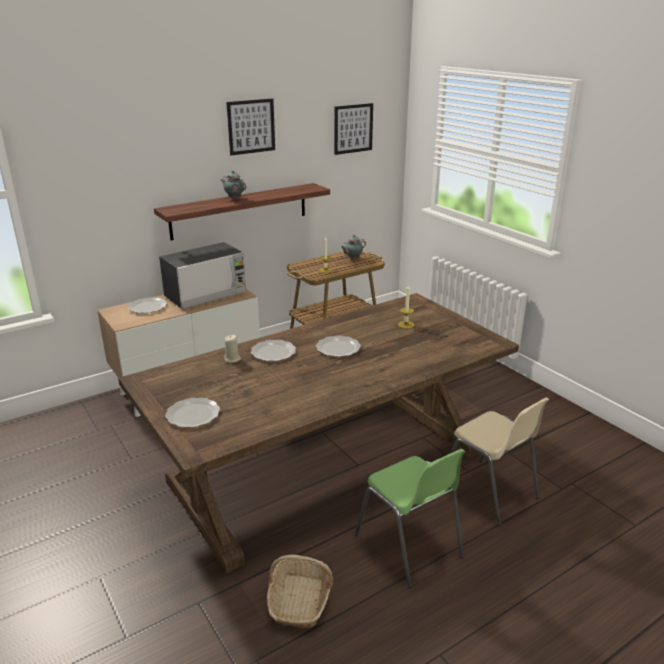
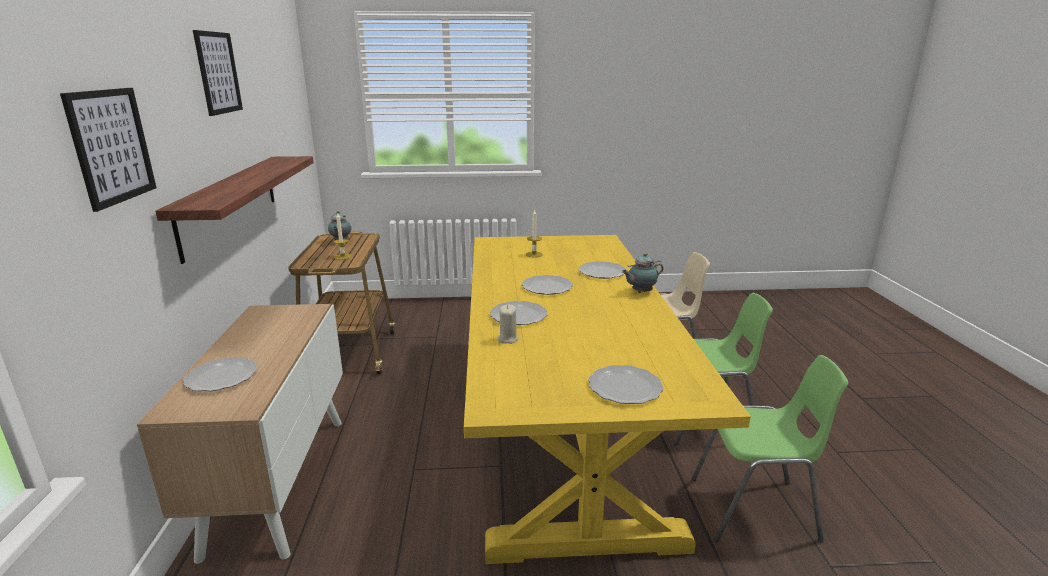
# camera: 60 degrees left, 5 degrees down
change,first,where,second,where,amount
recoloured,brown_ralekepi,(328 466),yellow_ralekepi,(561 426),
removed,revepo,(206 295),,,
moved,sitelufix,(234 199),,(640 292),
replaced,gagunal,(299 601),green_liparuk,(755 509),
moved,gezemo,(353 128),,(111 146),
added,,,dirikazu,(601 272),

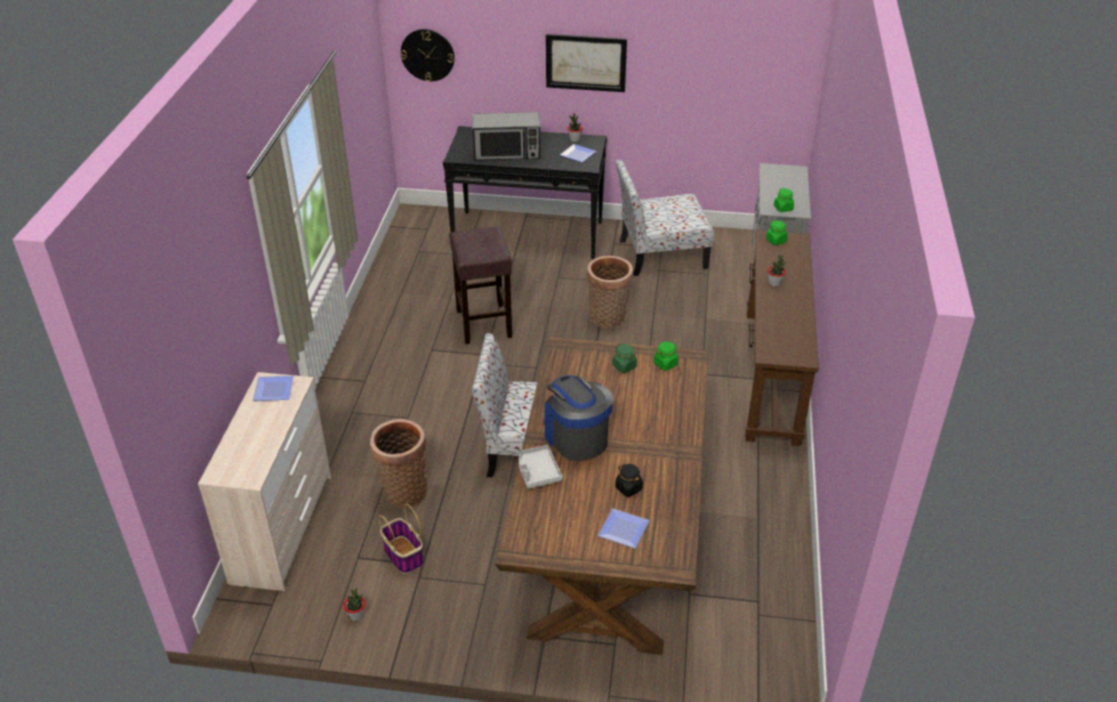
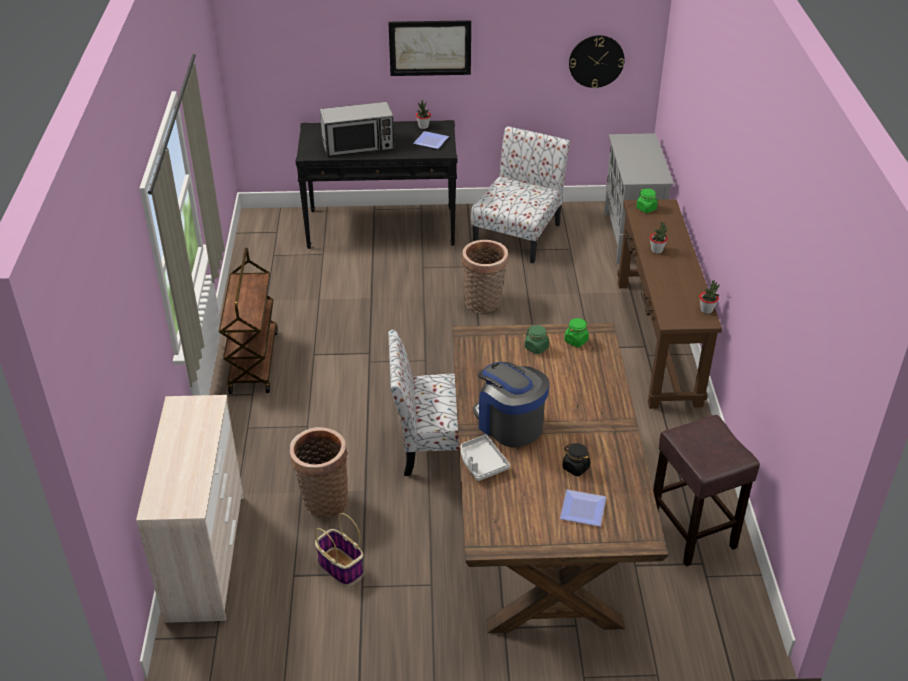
# camera: 10 degrees left, 0 degrees up
change,first,where,second,where,amount
removed,dirikazu,(275 391),,,
moved,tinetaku,(356 615),,(706 310),
moved,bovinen,(427 55),,(596 61),
moved,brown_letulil,(484 324),,(693 533),
turned,liparuk,(660 254),,(518 234),135 degrees clockwise
removed,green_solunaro,(783 208),,,
added,,,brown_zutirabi,(253 361),

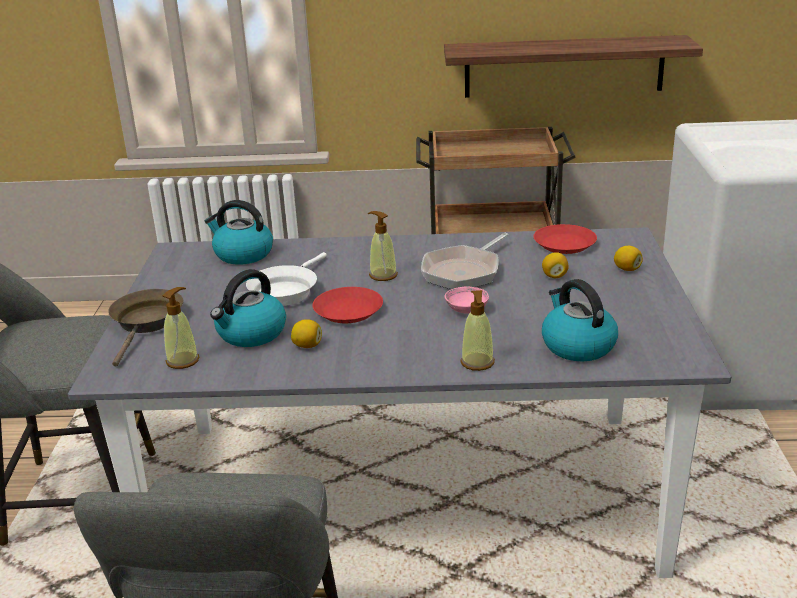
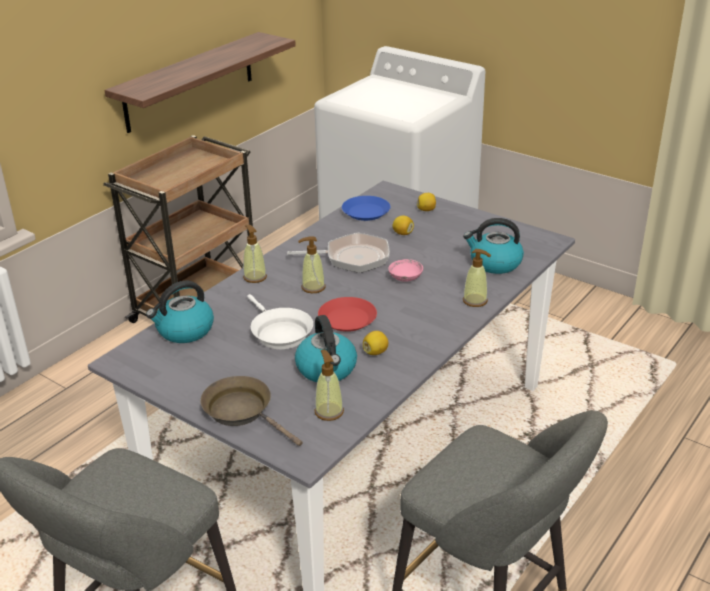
# camera: 55 degrees left, 5 degrees up
change,first,where,second,where,amount
turned,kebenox,(464 271),,(352 258),75 degrees counterclockwise
recoloured,red_dirikazu,(564 244),blue_dirikazu,(365 212),
added,,,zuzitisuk,(255 277),

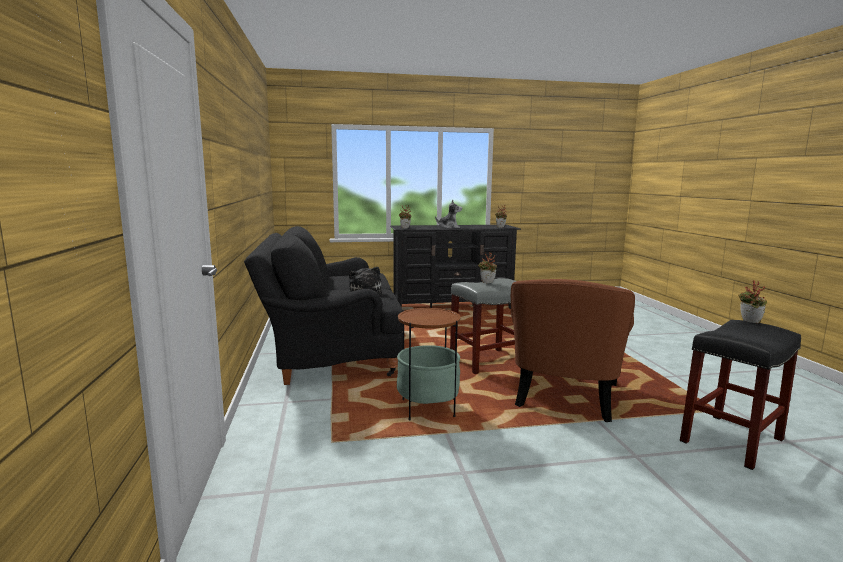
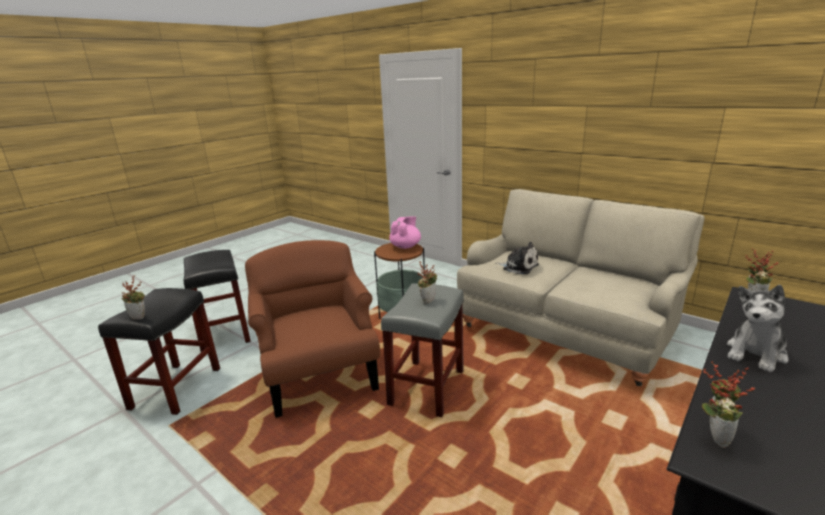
# camera: 140 degrees right, 10 degrees up
change,first,where,second,where,amount
recoloured,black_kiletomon,(330 350),beige_kiletomon,(568 328),
added,,,black_letulil,(224 333),
added,,,pink_sitelufix,(406 246),

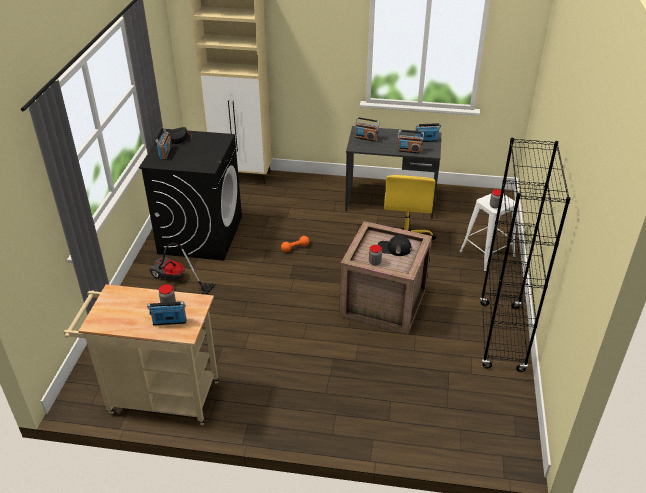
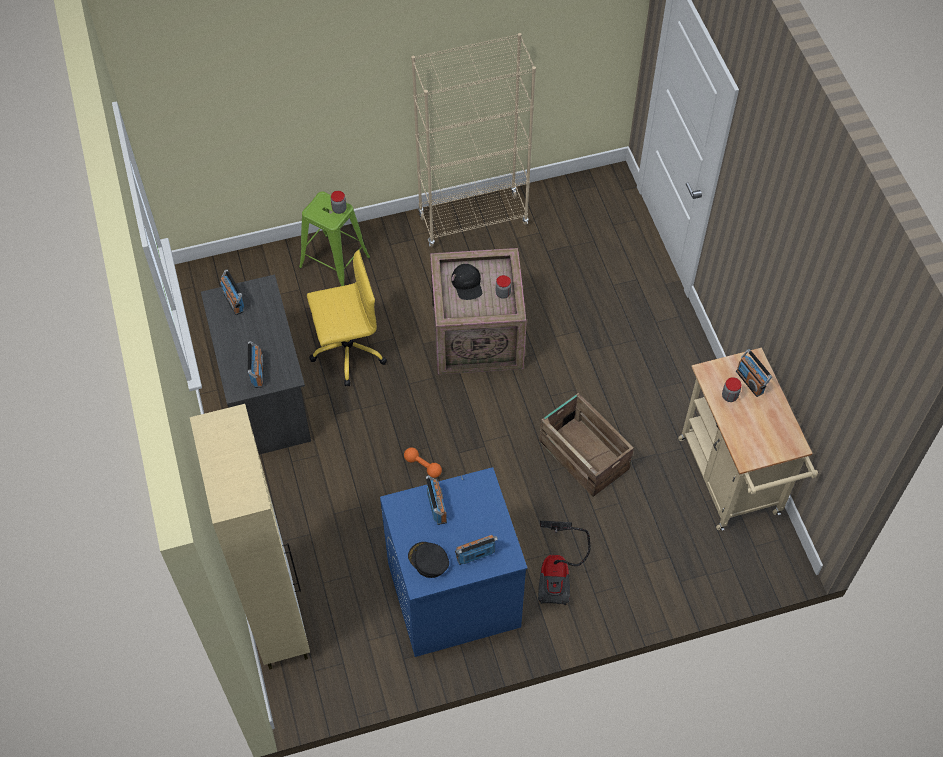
# camera: 115 degrees left, 20 degrees up
change,first,where,second,where,amount
recoloured,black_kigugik,(200 235),blue_kigugik,(453 596),
moved,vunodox,(409 150),,(437 507),
recoloured,white_letulil,(487 254),green_letulil,(334 262),
recoloured,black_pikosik,(501 337),beige_pikosik,(473 220),
added,,,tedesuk,(583 454),

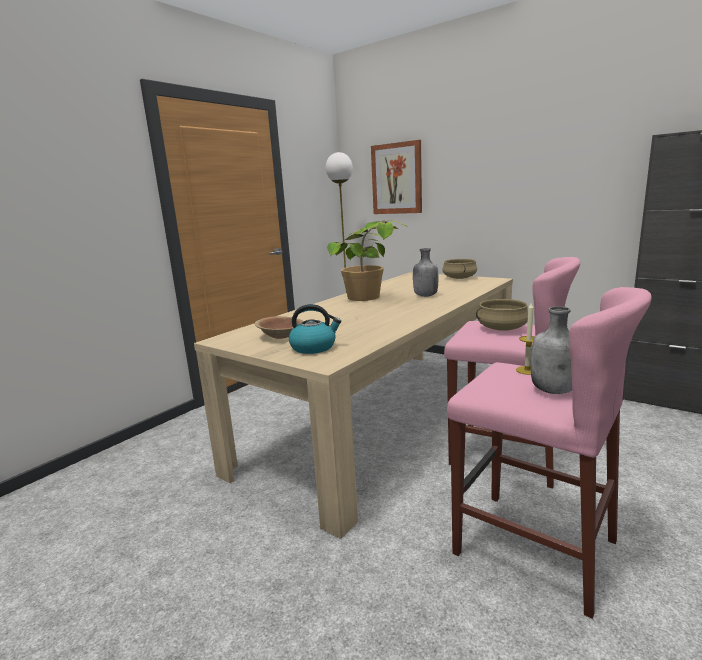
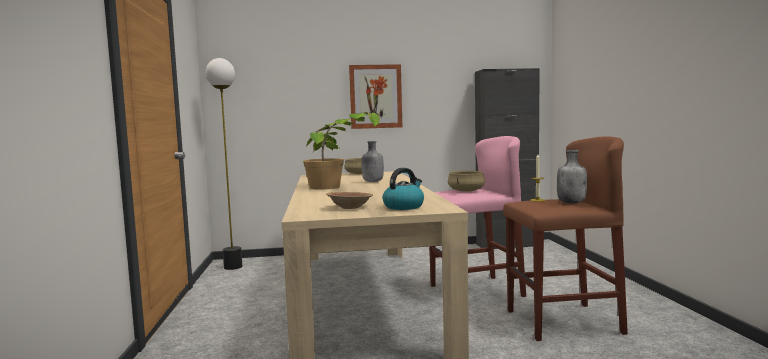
# camera: 45 degrees left, 10 degrees down
change,first,where,second,where,amount
moved,gezemo,(397 179),,(375 96),
recoloured,pink_letulil,(534 547),brown_letulil,(563 321),

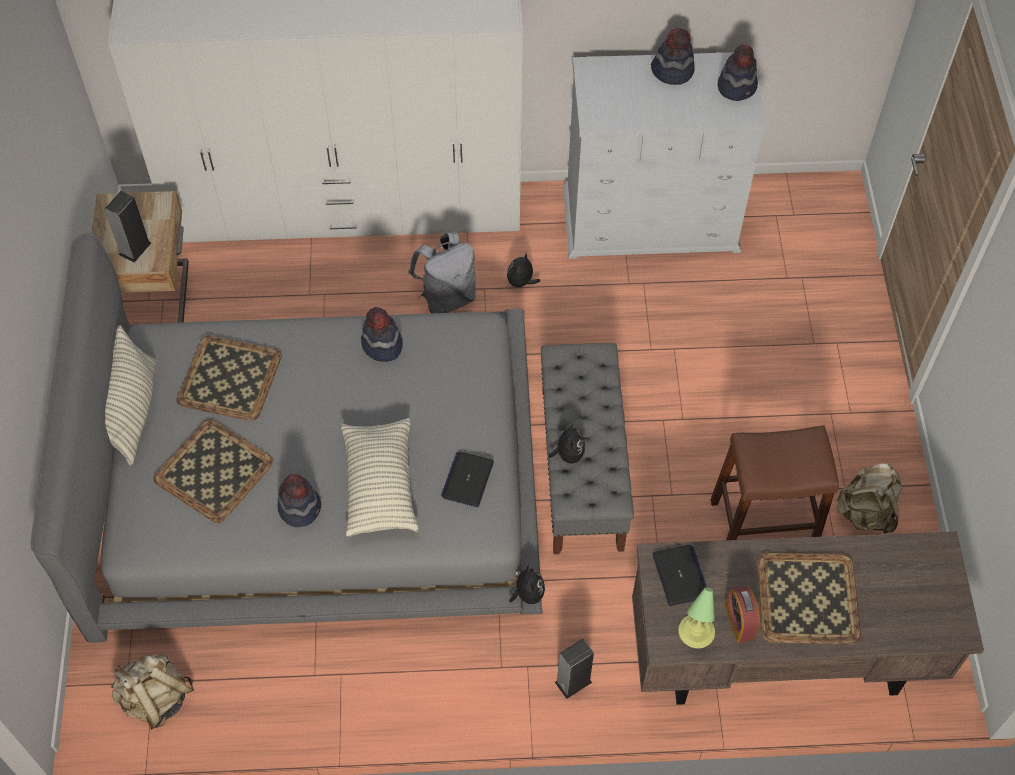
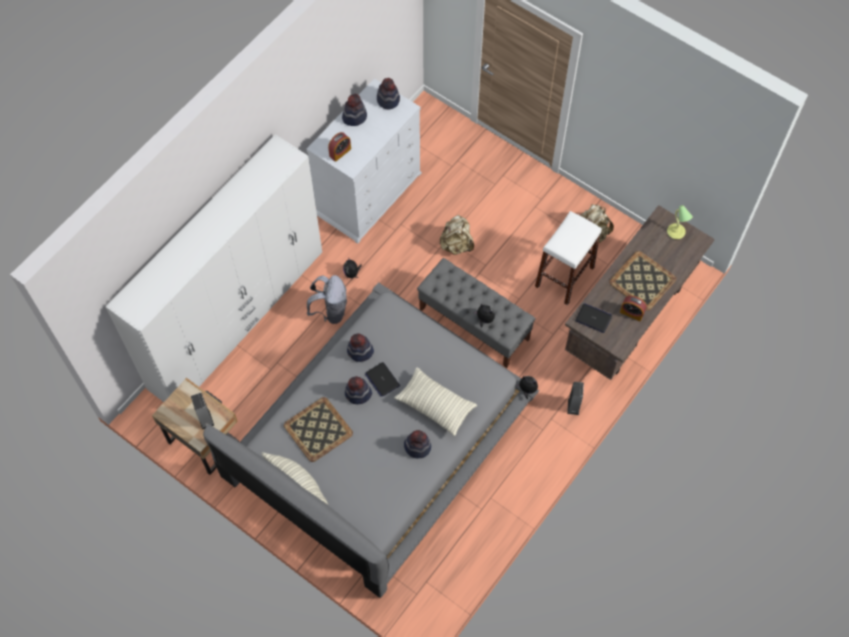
# camera: 50 degrees left, 5 degrees up
change,first,where,second,where,amount
moved,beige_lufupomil,(156 699),,(456 244),
removed,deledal,(215 470),,,
moved,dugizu,(467 479),,(382 379),
moved,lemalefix,(695 633),,(676 232),
recoloured,brown_letulil,(763 526),white_letulil,(564 276),
added,,,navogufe,(340 152),
added,,,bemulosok,(358 394),

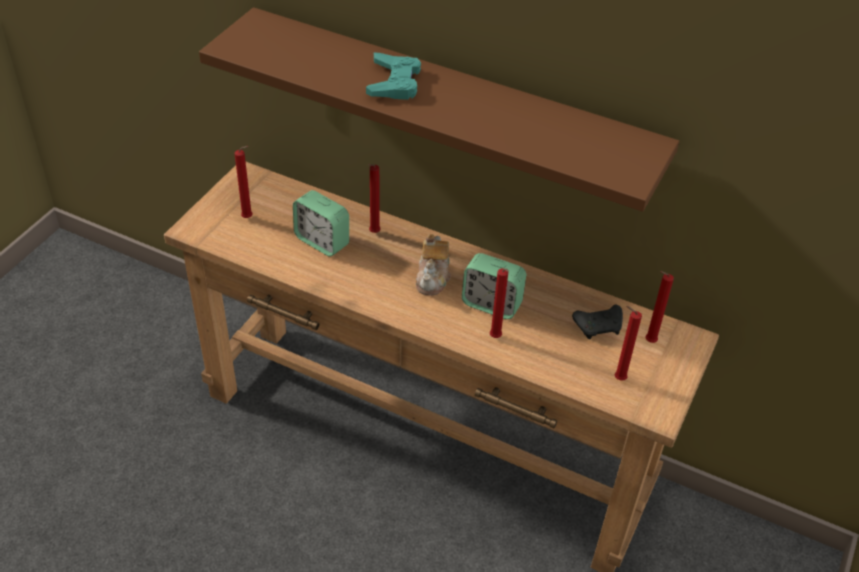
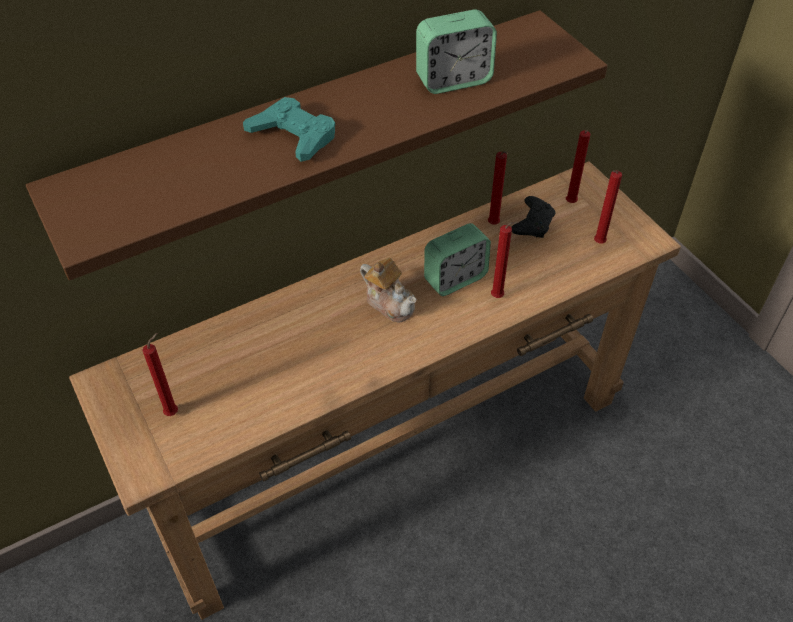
# camera: 55 degrees left, 5 degrees up
change,first,where,second,where,amount
moved,navogufe,(322 241),,(453 80),
moved,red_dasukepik,(373 233),,(494 225),

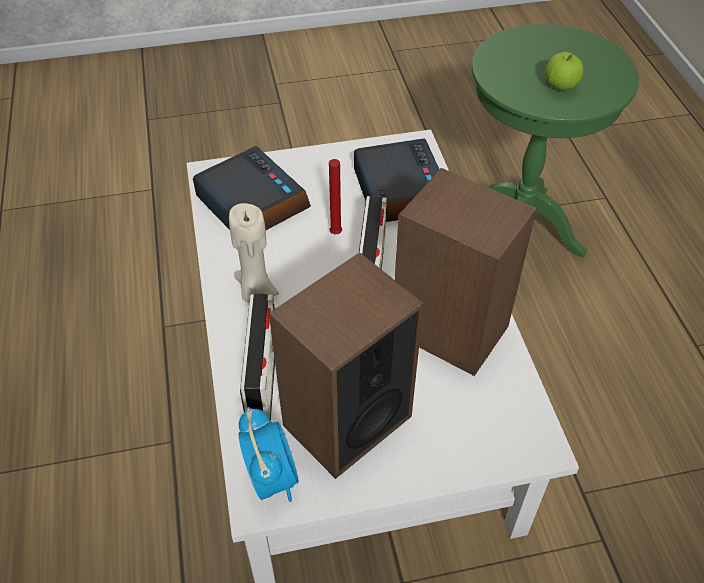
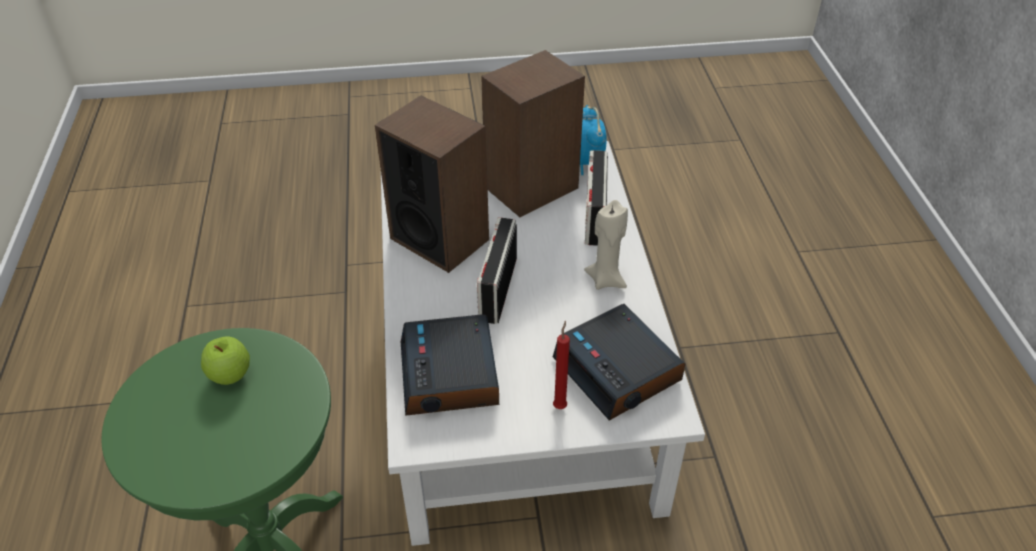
# camera: 175 degrees left, 5 degrees down
change,first,where,second,where,amount
moved,red_dasukepik,(335 235),,(560 405),

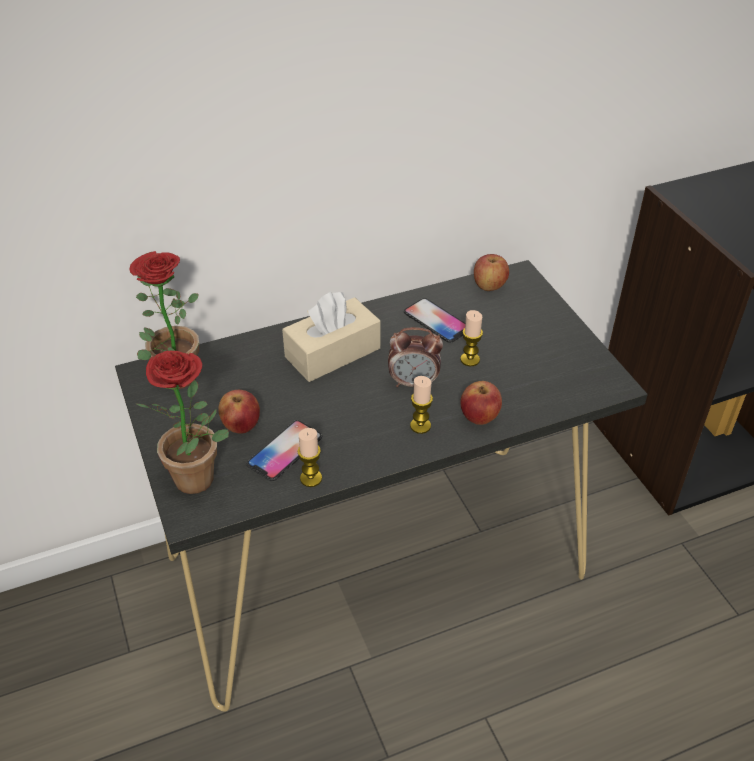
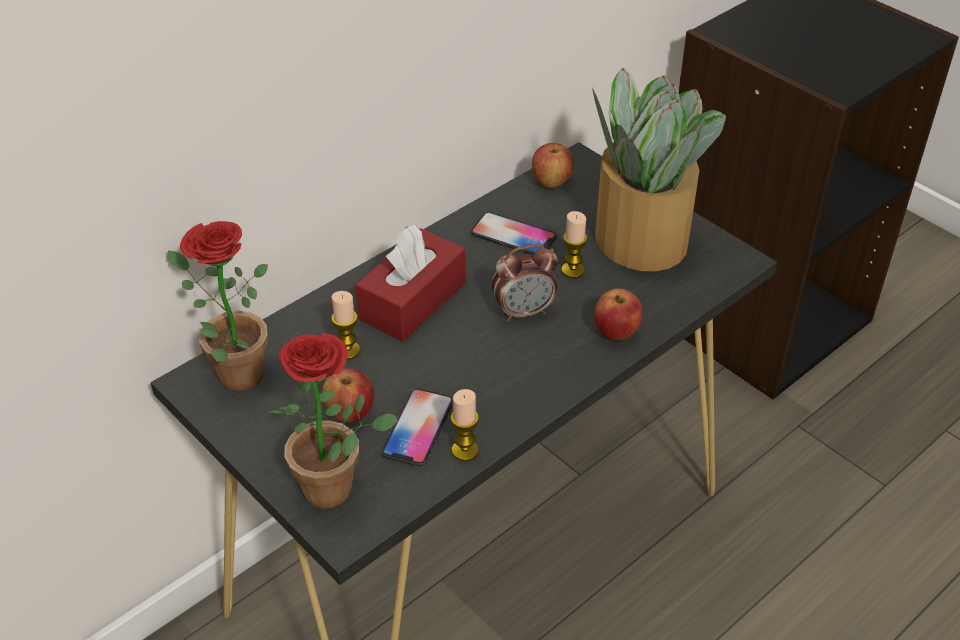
# camera: 20 degrees left, 0 degrees up
change,first,where,second,where,amount
recoloured,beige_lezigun,(332 353),red_lezigun,(412 300),
moved,dasukepik,(420 426),,(347 351),
added,,,tinetaku,(640 238),

